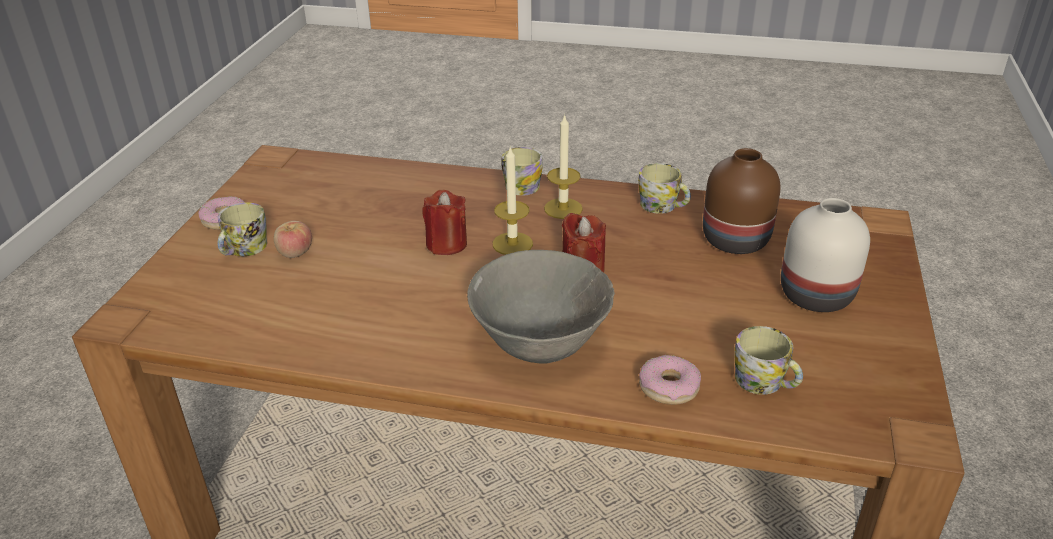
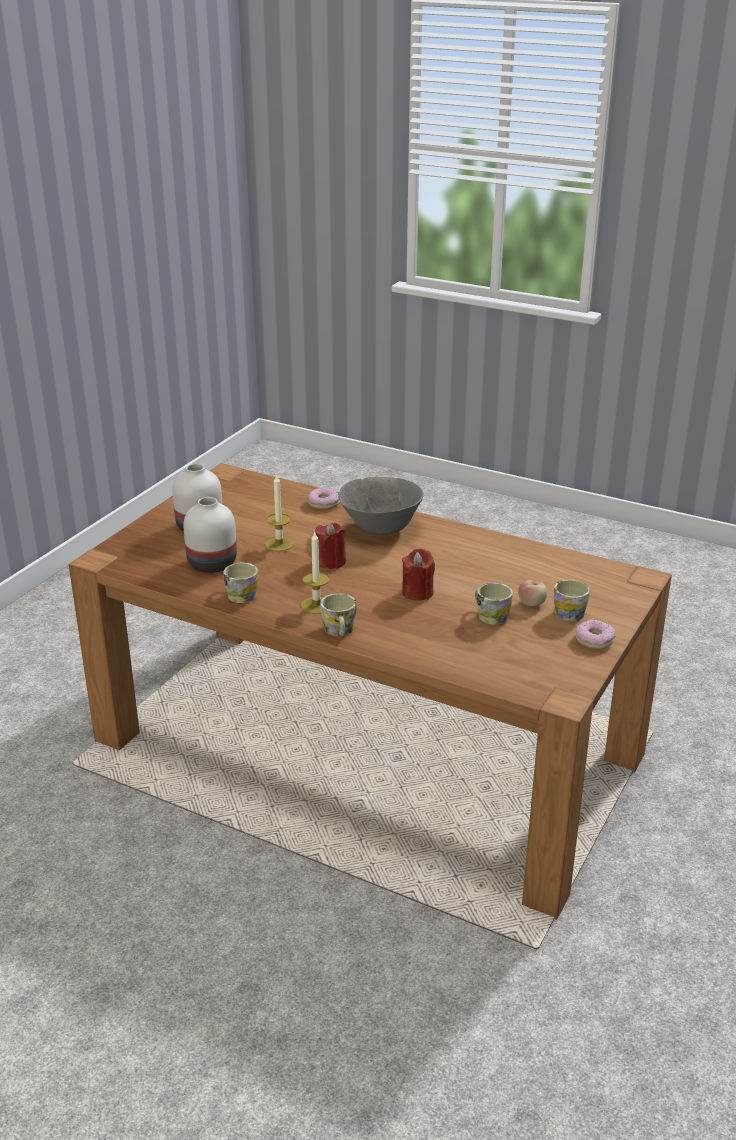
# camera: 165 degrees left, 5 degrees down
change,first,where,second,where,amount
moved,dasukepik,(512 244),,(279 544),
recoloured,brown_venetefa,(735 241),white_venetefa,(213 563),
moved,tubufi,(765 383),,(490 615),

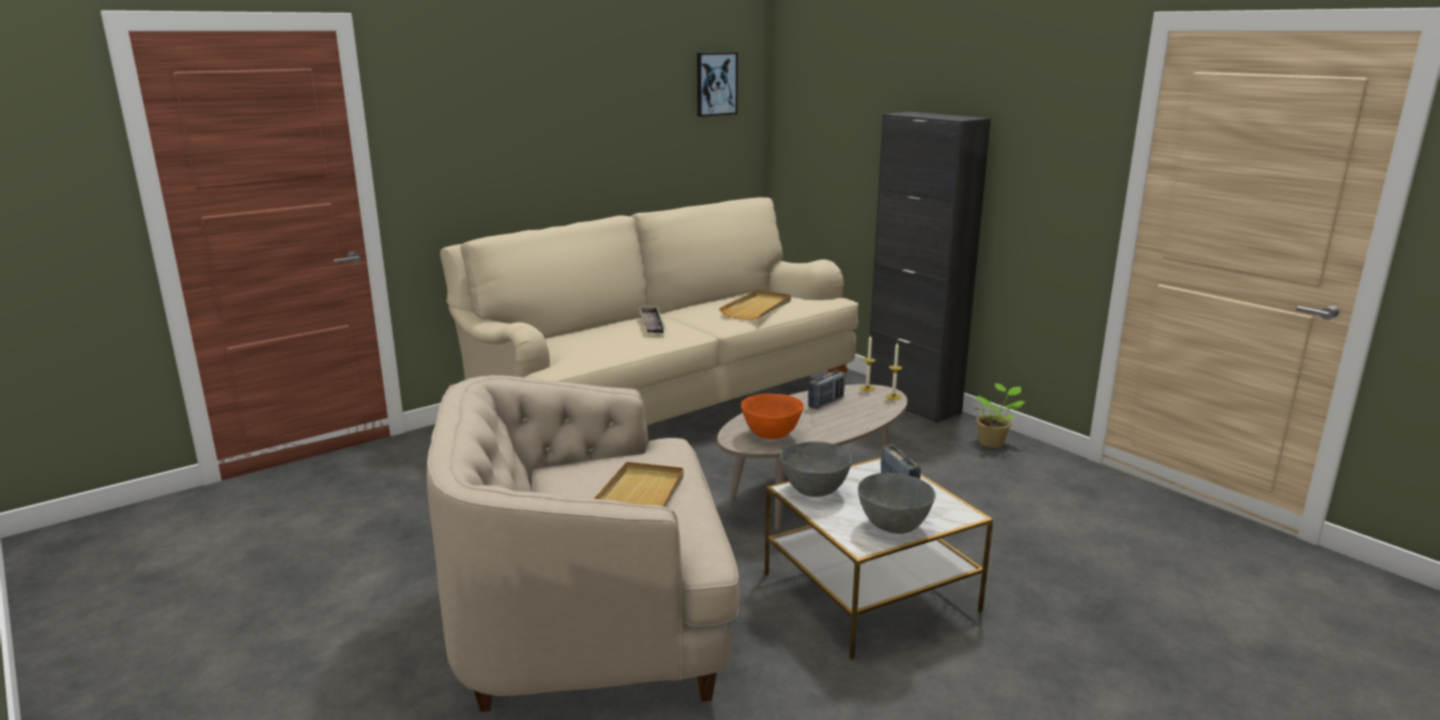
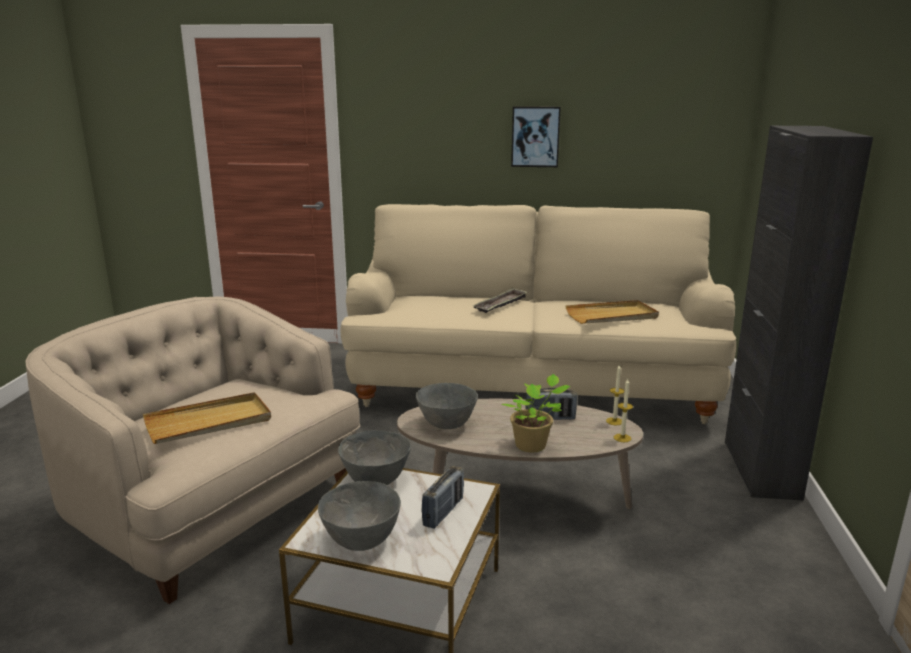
# camera: 45 degrees right, 0 degrees up
change,first,where,second,where,amount
moved,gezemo,(716 84),,(535 136),
recoloured,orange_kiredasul,(771 435),grey_kiredasul,(447 425),
moved,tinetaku,(993 442),,(533 446),

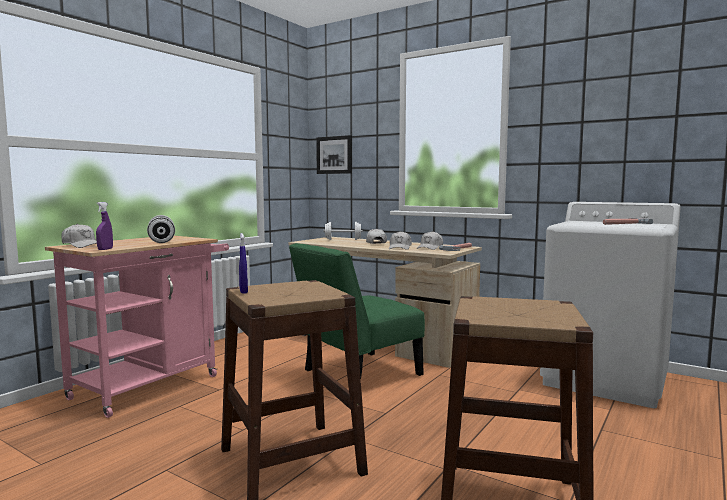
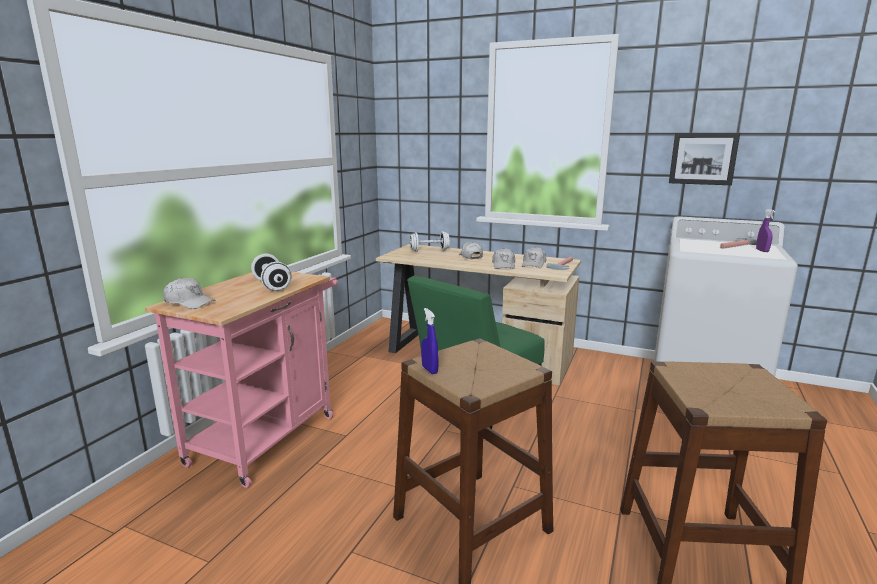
# camera: 10 degrees left, 10 degrees up
change,first,where,second,where,amount
moved,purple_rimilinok,(105 249),,(762 251),
moved,gezemo,(334 155),,(703 158),

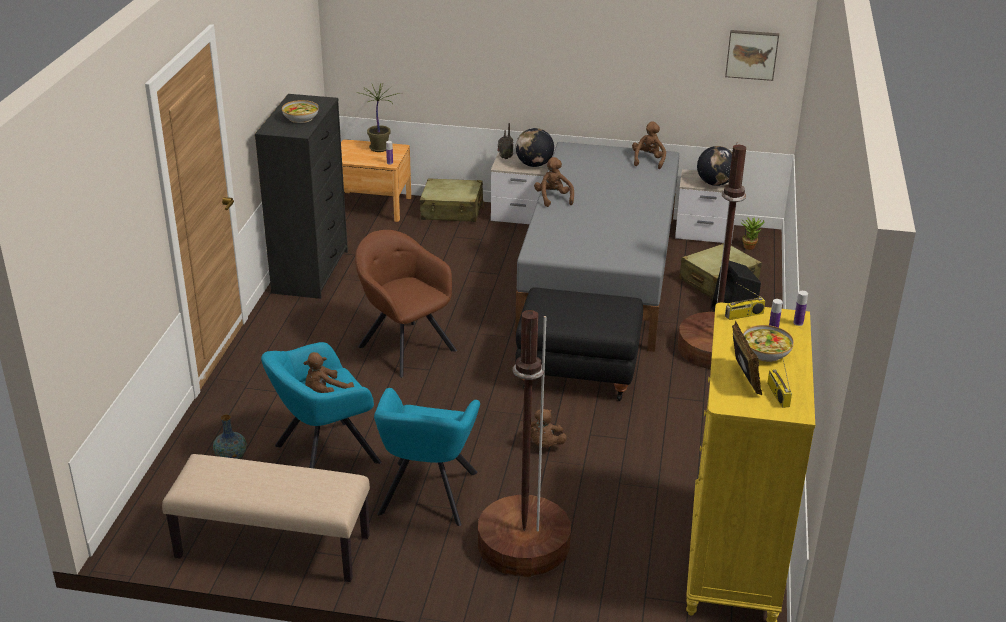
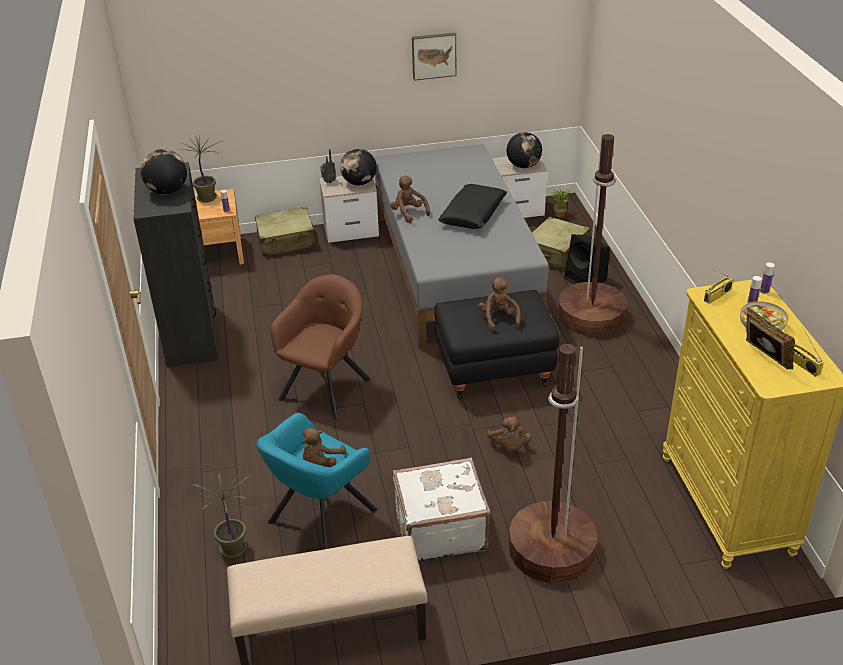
# camera: 20 degrees left, 5 degrees up
change,first,where,second,where,amount
replaced,venetefa,(231 456),tinetaku,(232 548),
replaced,kiredasul,(300 118),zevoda,(167 191),
turned,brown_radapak,(404 346),,(326 387),90 degrees clockwise
replaced,turquoise_radapak,(427 496),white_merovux,(439 529),
moved,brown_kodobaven,(648 160),,(498 318),
moved,gezemo,(751 54),,(433 55),
added,,,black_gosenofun,(473 214),

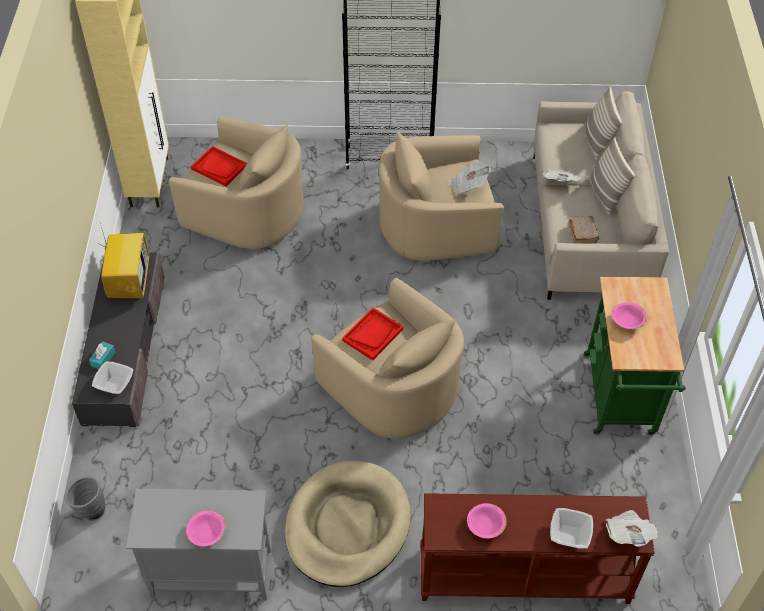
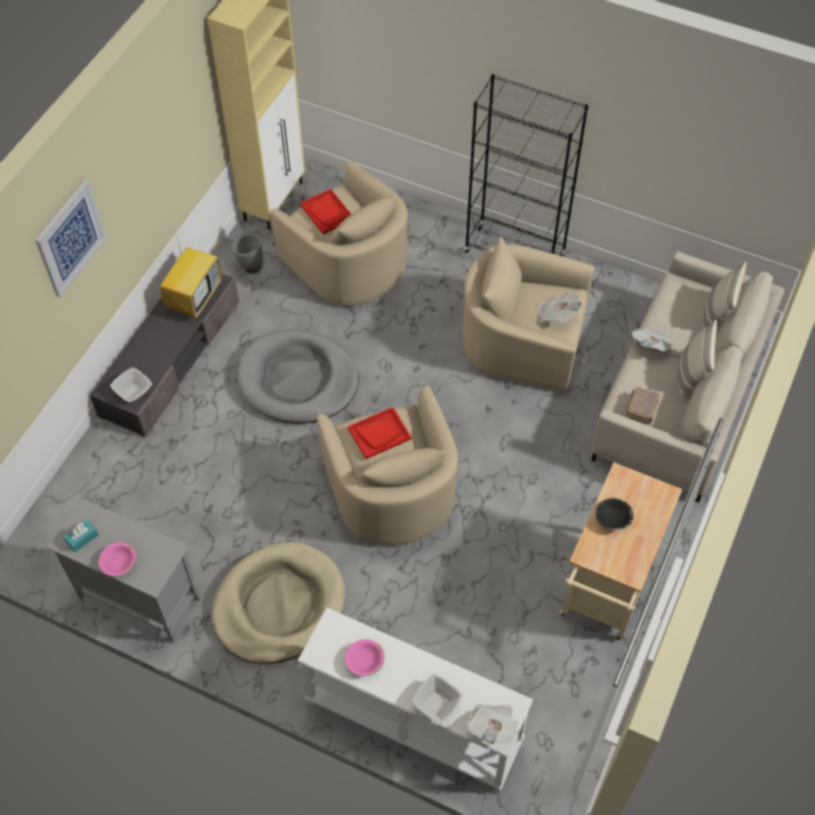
# camera: 25 degrees right, 5 degrees up
change,first,where,second,where,amount
moved,grey_venetefa,(90 511),,(249 267),
moved,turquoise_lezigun,(103 359),,(82 538),
recoloured,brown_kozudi,(523 577),white_kozudi,(412 723),
recoloured,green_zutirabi,(620 400),beige_zutirabi,(606 591),
recoloured,pink_kiredasul,(627 321),black_kiredasul,(613 519),
added,,,gezemo,(70 238),
added,,,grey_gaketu,(298 380),

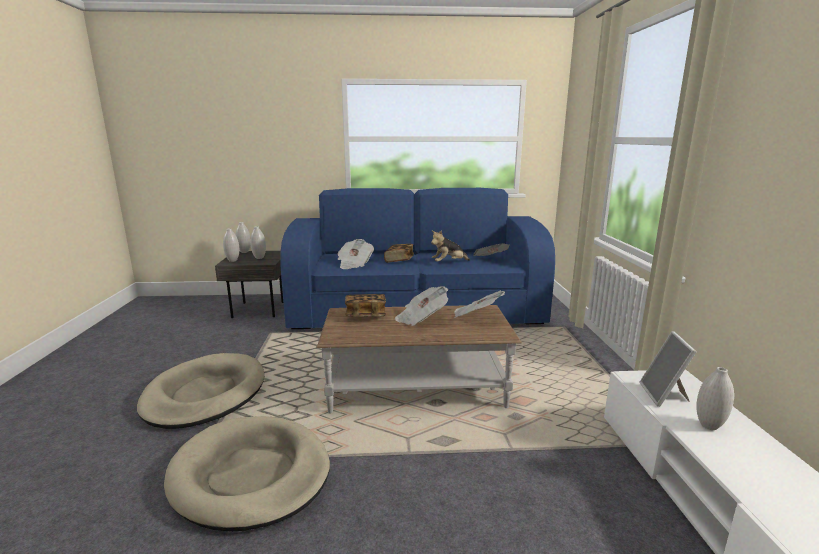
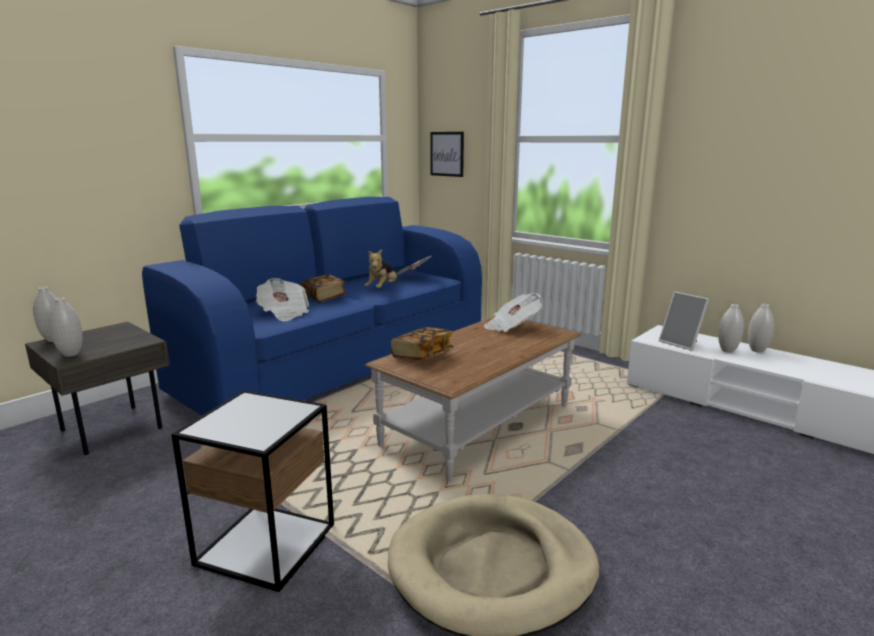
# camera: 45 degrees left, 0 degrees up
change,first,where,second,where,amount
replaced,beige_gaketu,(205 394),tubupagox,(266 545),
moved,white_venetefa,(259 258),,(757 350),
removed,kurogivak,(421 319),,,
added,,,gezemo,(447 154),

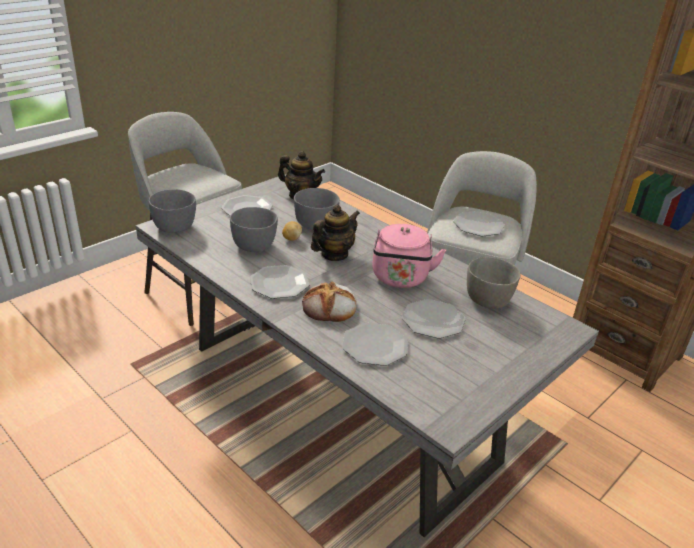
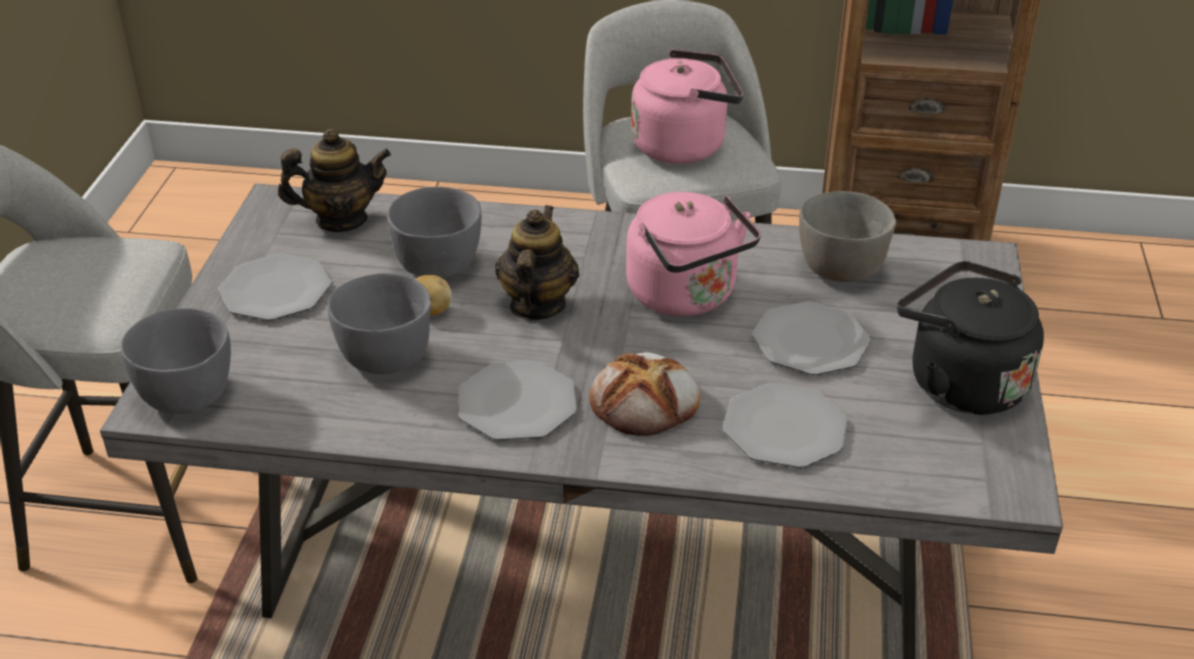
# camera: 35 degrees left, 5 degrees up
change,first,where,second,where,amount
replaced,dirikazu,(478 225),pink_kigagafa,(684 145),
added,,,black_kigagafa,(959 382),

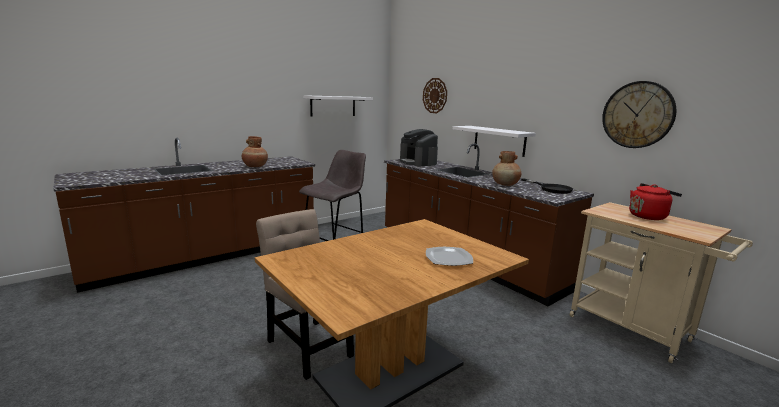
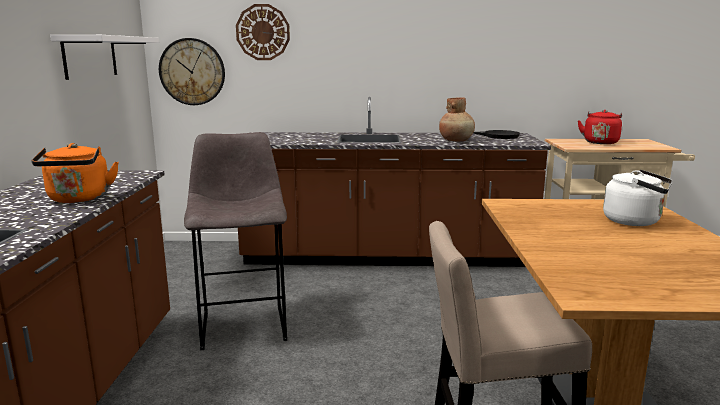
# camera: 50 degrees left, 0 degrees up
change,first,where,second,where,amount
replaced,brown_venetefa,(255 166),orange_kigagafa,(79 199),
removed,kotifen,(418 162),,,
replaced,dirikazu,(448 258),white_kigagafa,(635 221),
removed,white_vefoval,(499 140),,,
moved,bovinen,(637 115),,(192 72),

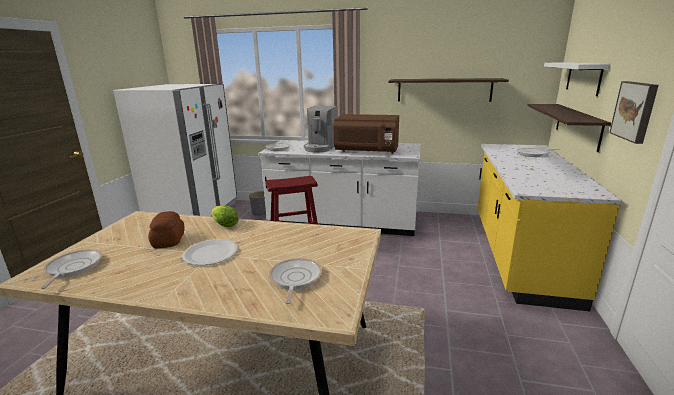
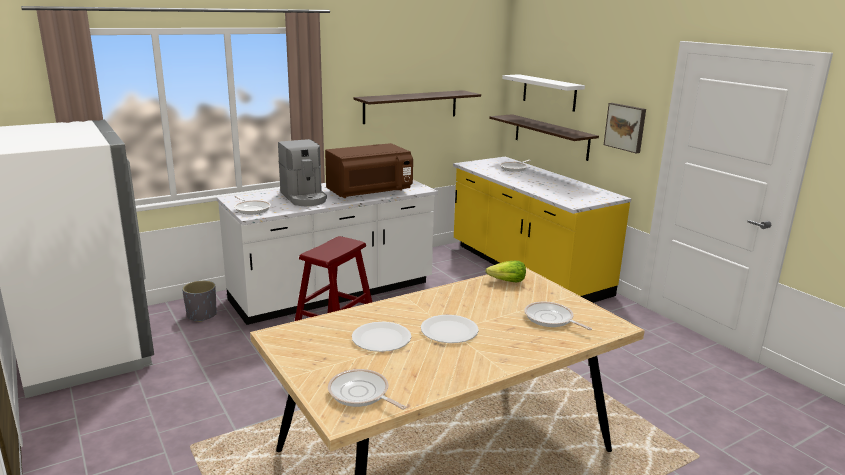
# camera: 45 degrees left, 0 degrees up
change,first,where,second,where,amount
replaced,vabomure,(168 240),white_dirikazu,(381 338),
moved,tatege,(224 224),,(507 281),

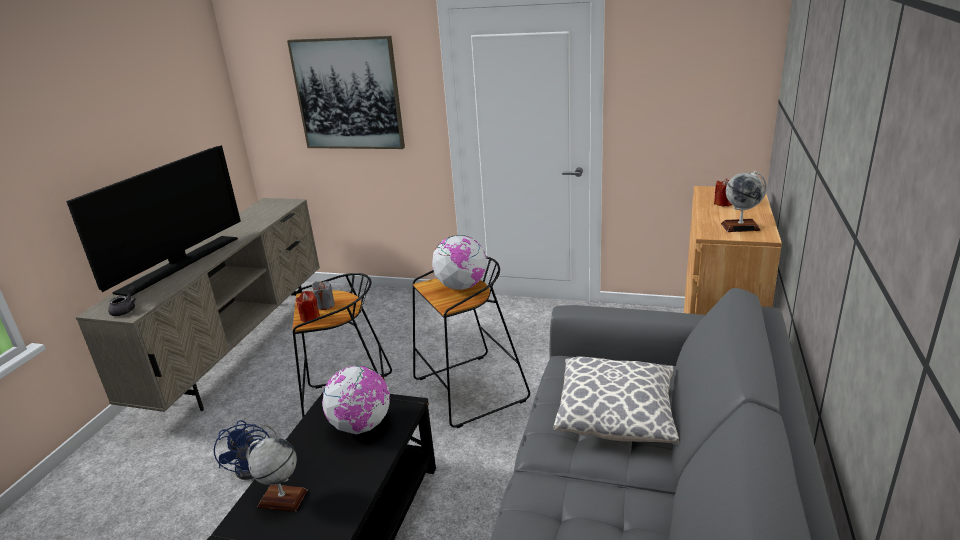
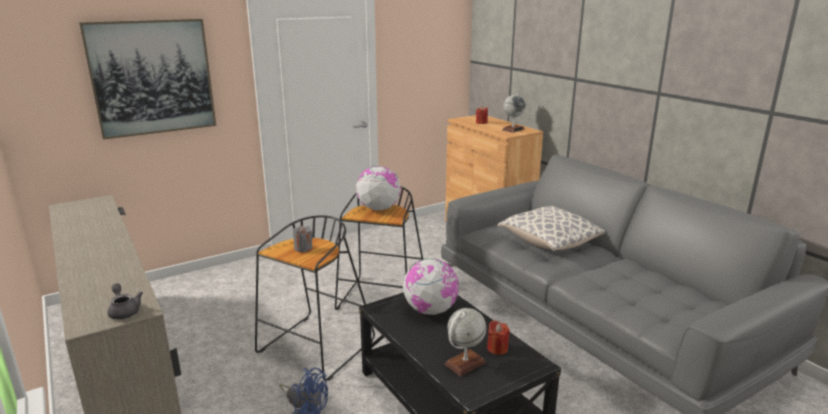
# camera: 50 degrees left, 5 degrees down
change,first,where,second,where,amount
removed,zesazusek,(179 264),,,
moved,red_dasukepik,(310 317),,(497 348),

